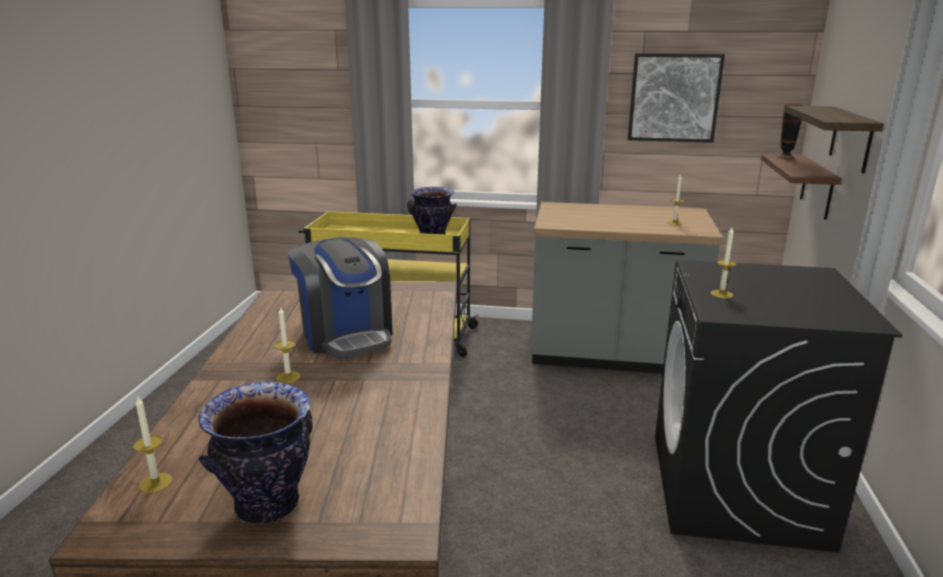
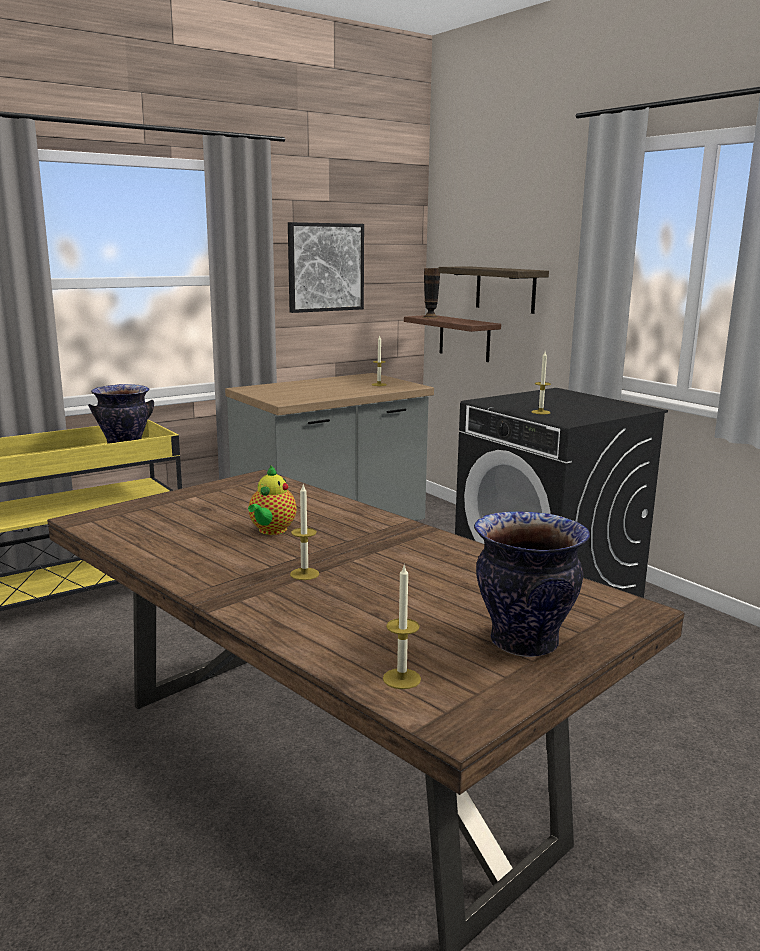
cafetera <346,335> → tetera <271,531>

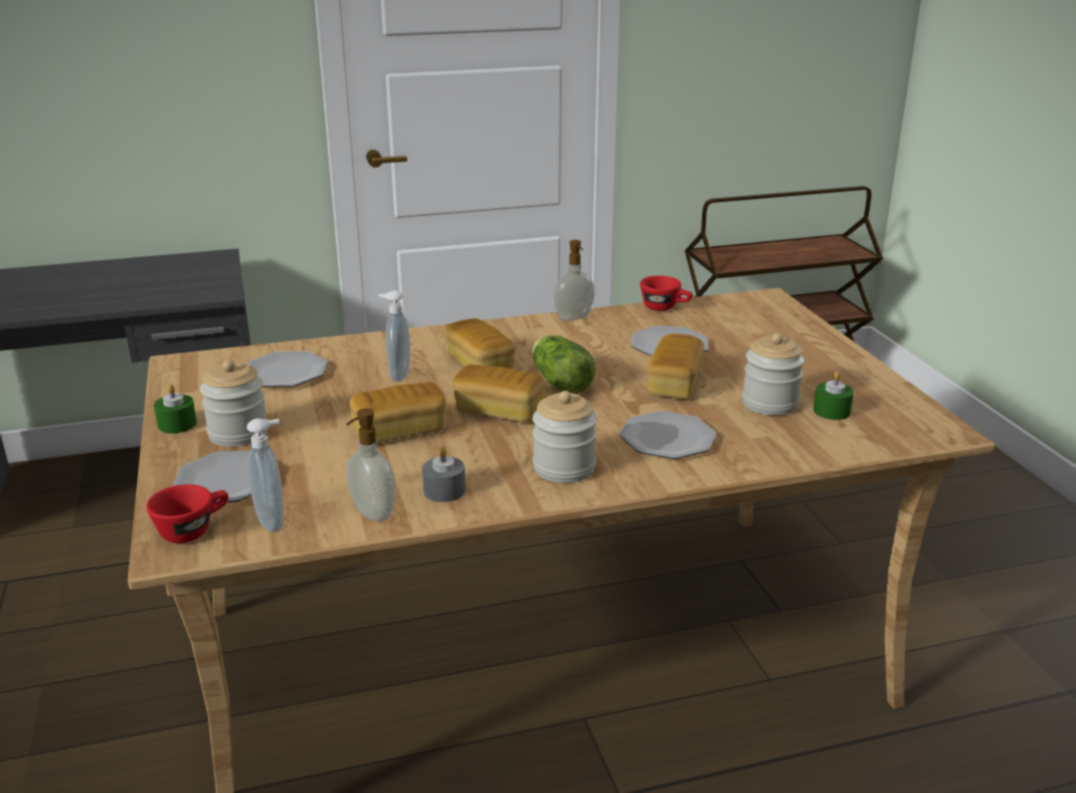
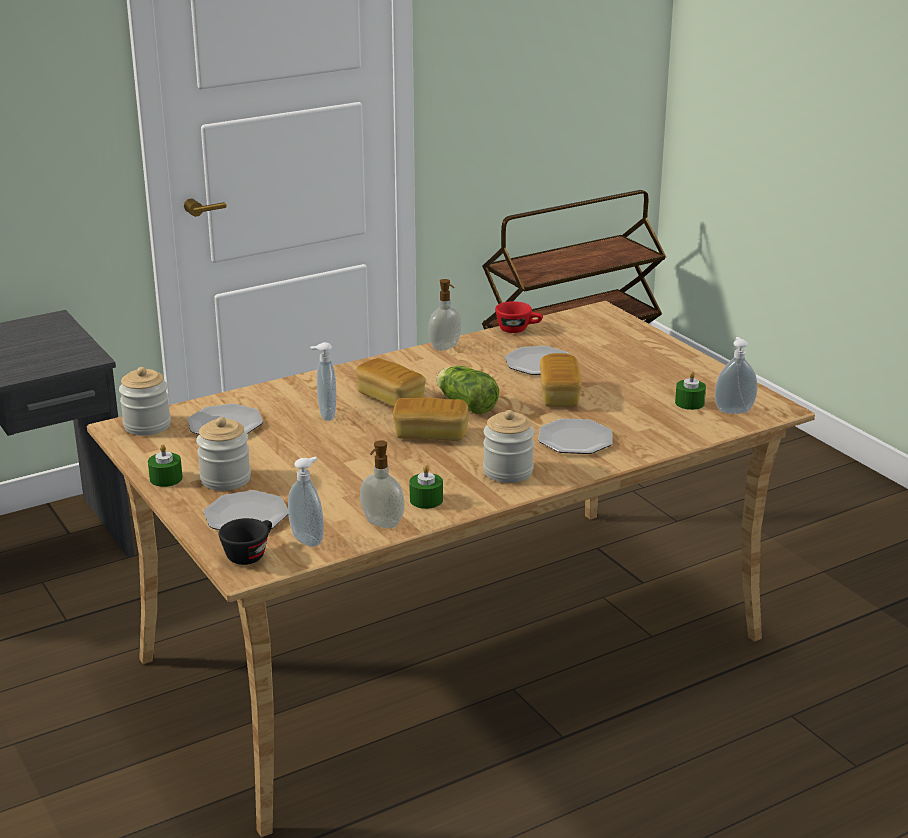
taza [rojo] <193,529> → taza [negro] <249,554>
pan <399,431> → -
vela [gris] <444,490> → vela [verde] <426,500>
tarro <770,403> → tarro <147,425>, move
- → dispensador de jabón <733,410>

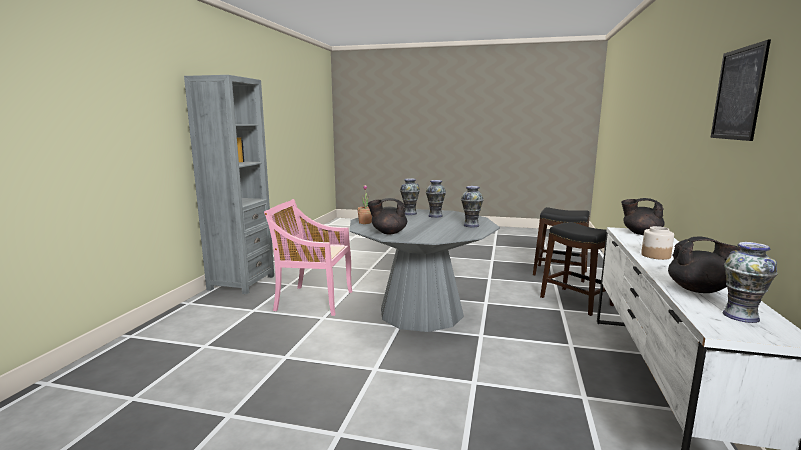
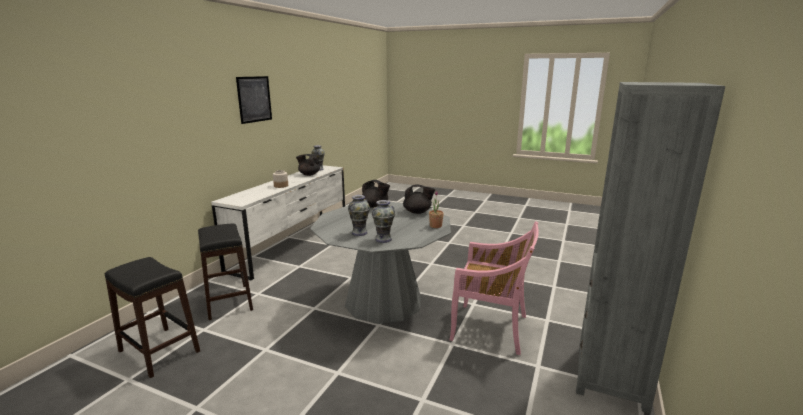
florero <471,225> → -
tetera [negro] <640,233> → tetera [negro] <375,206>, move

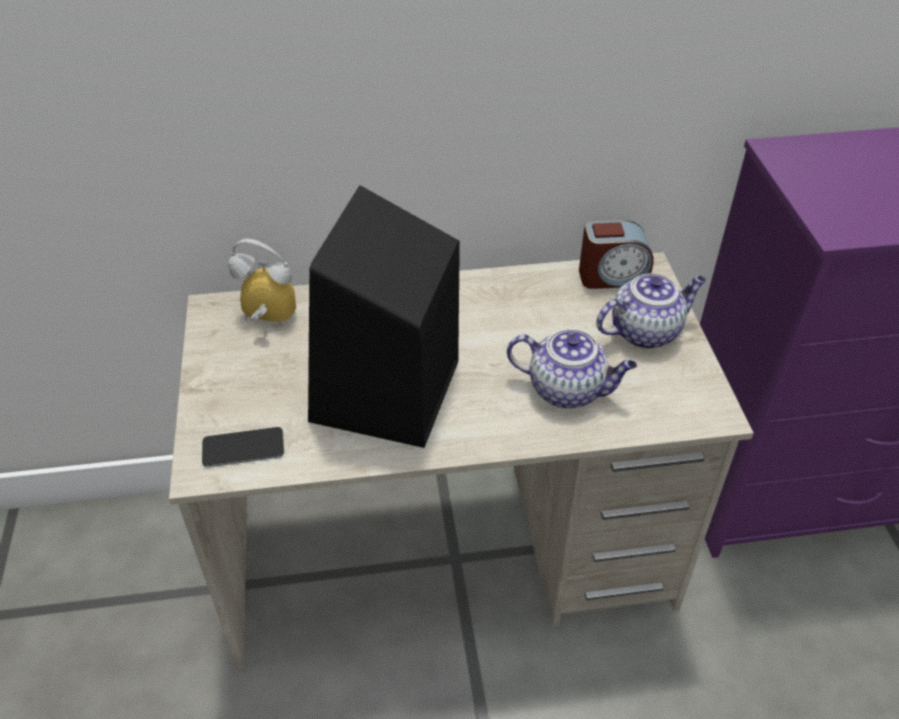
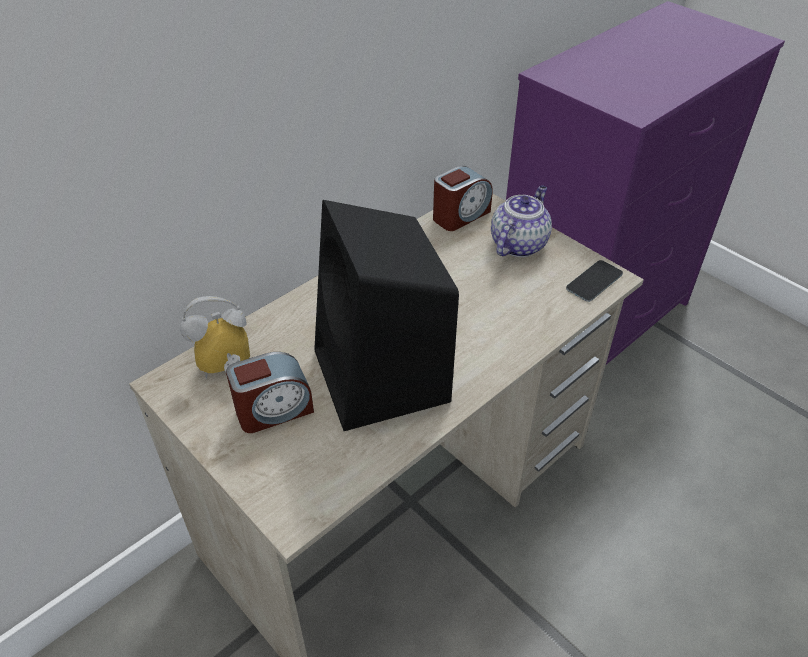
móvil <243,448> → móvil <594,281>, move
tetera <568,390> → -
- → despertador <274,410>

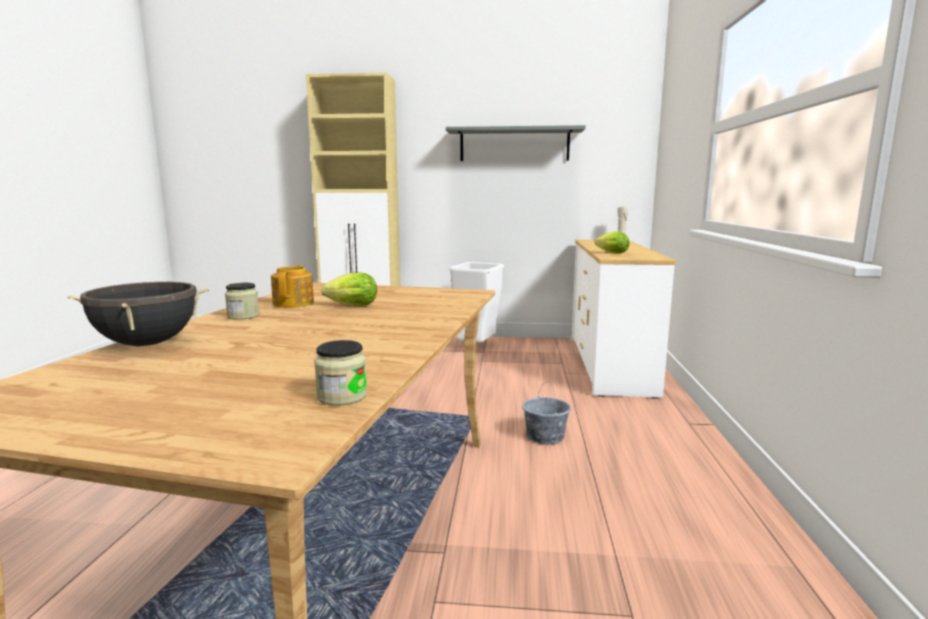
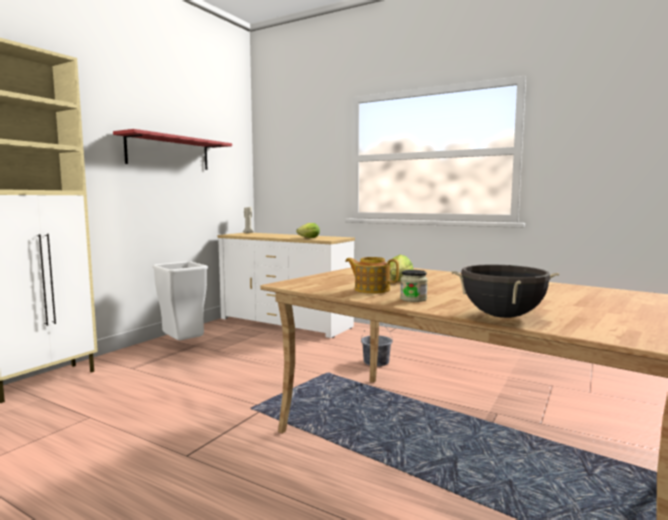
tarro <342,396> → -
estante [gris] <514,145> → estante [rojo] <169,152>

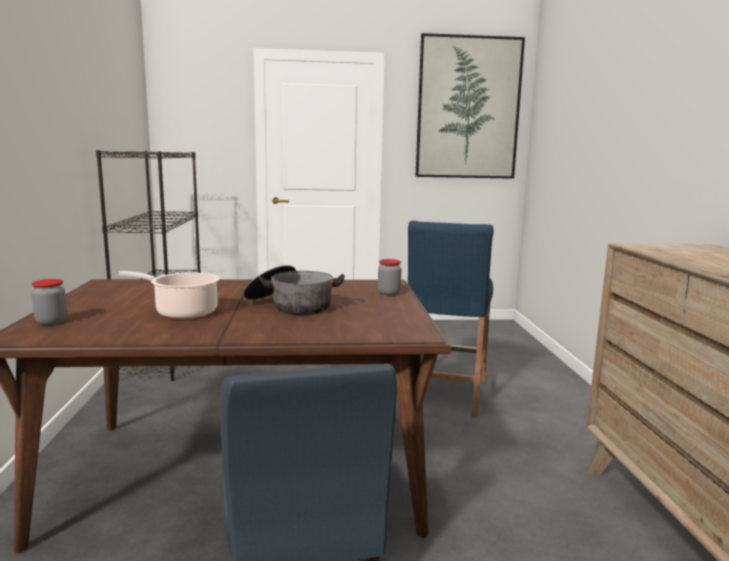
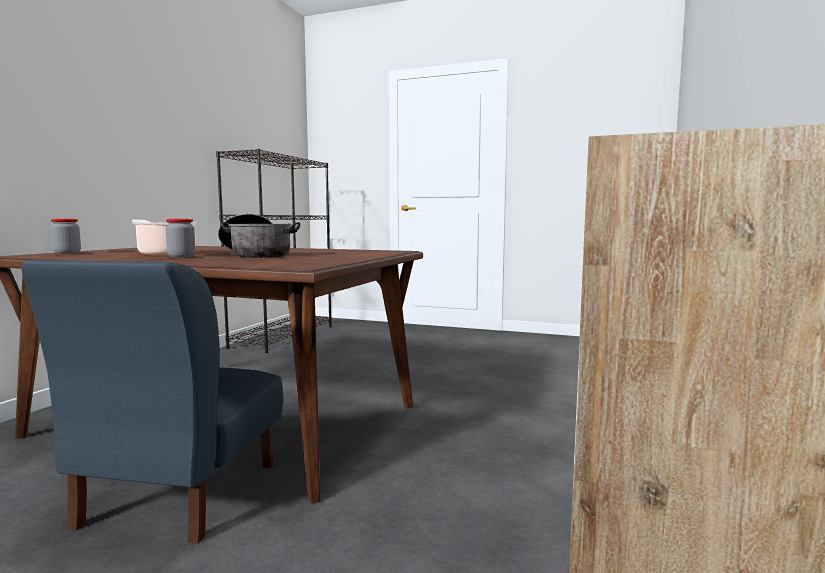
tarro <389,293> → tarro <181,257>, move
taburete [azul] <445,393> → -
cuadro <468,108> → -

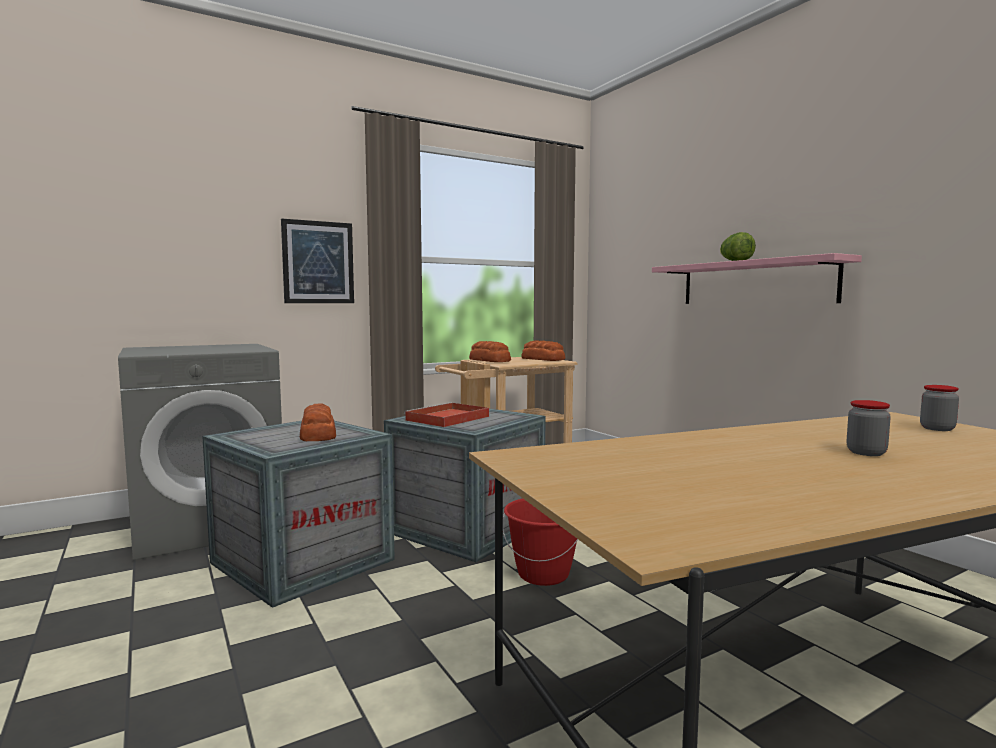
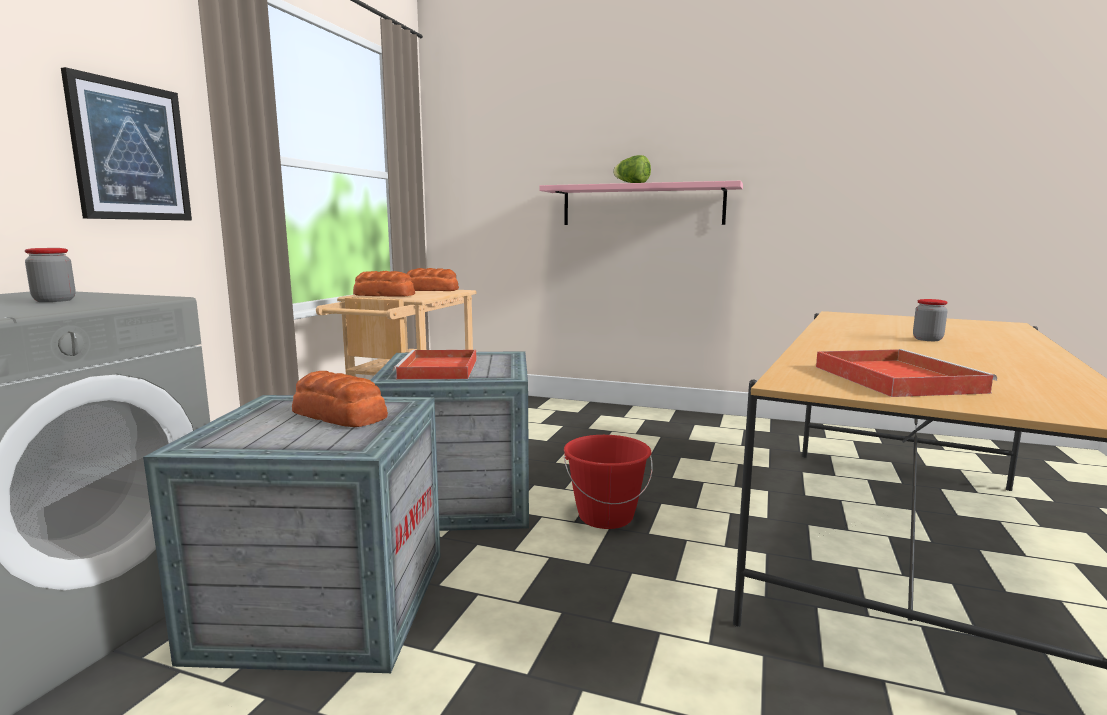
tarro <937,428> → tarro <54,300>, move
- → bandeja [rojo] <893,378>

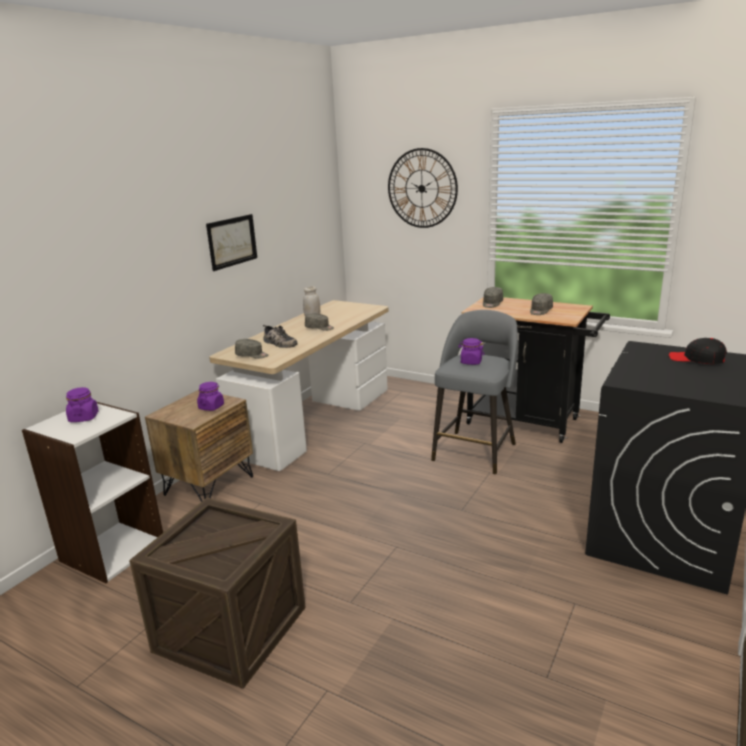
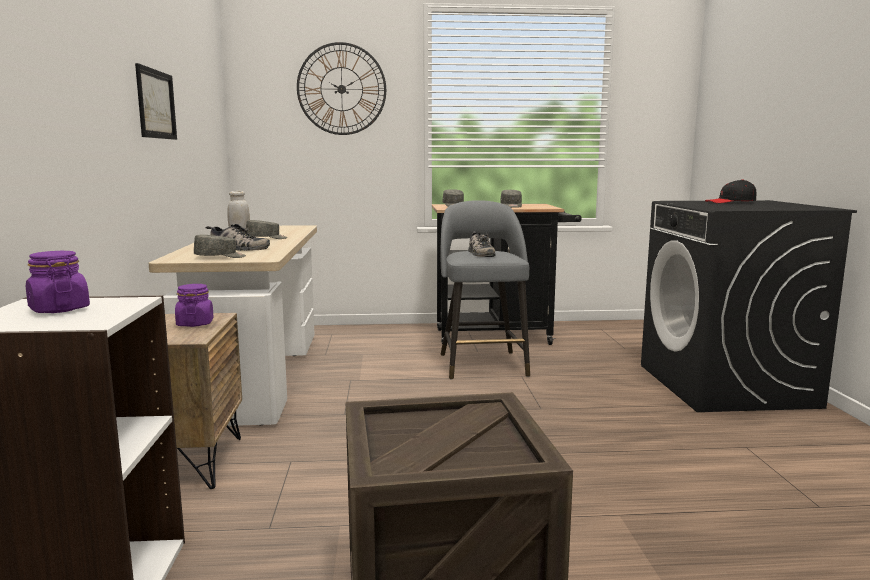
tarro [morado] <471,362> → zapato <479,253>

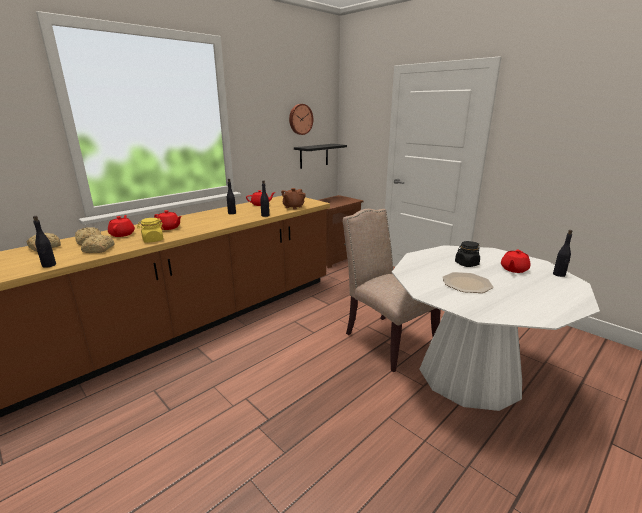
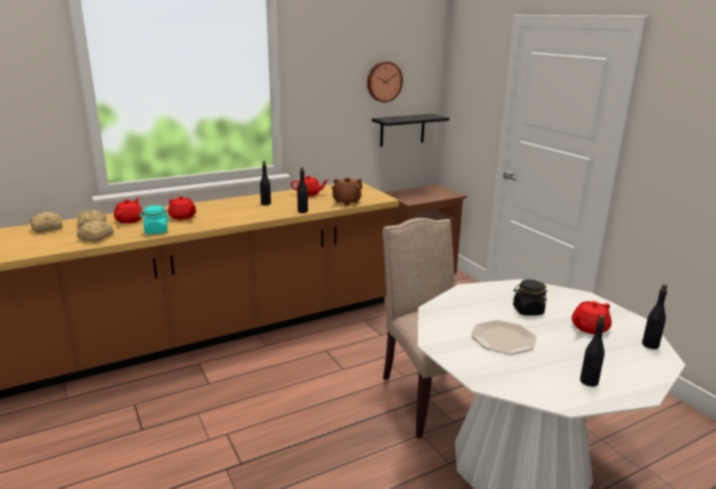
botella [negro] <49,265> → botella [negro] <589,382>, move
tarro [amarillo] <153,240> → tarro [turquesa] <156,231>

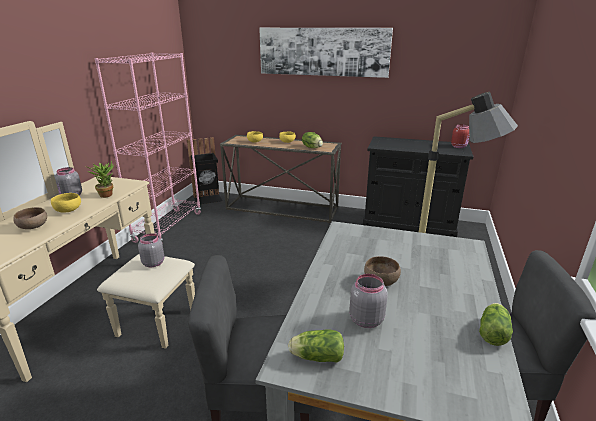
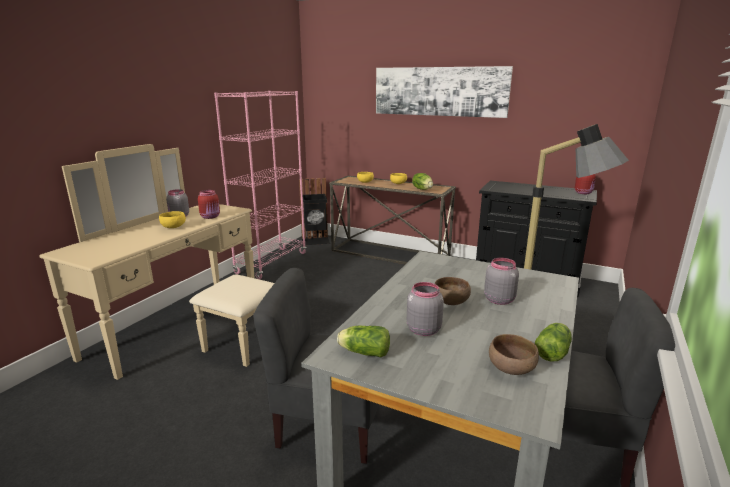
cuenco [marrón] <34,227> → cuenco [marrón] <512,369>, move
planta en maceta <107,194> → tarro [rojo] <211,217>
tarro [gris] <153,263> → tarro [gris] <498,299>, move

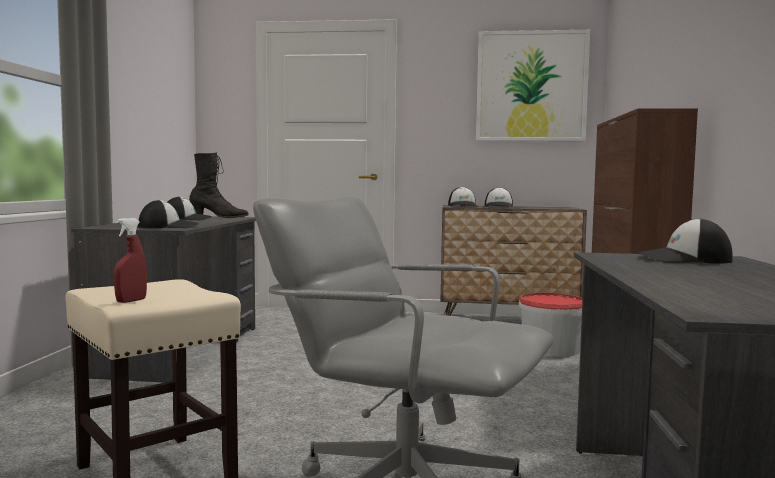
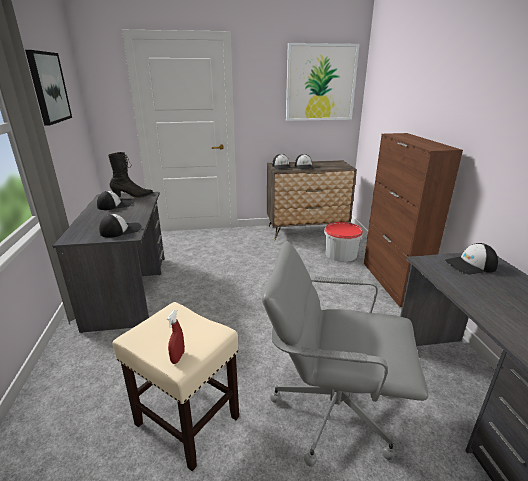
- → cuadro <48,87>

